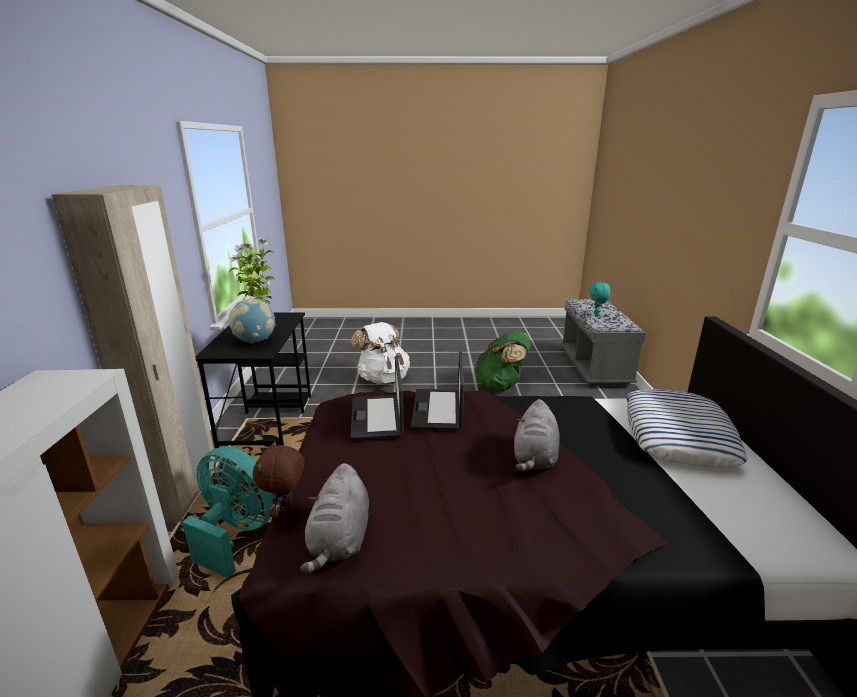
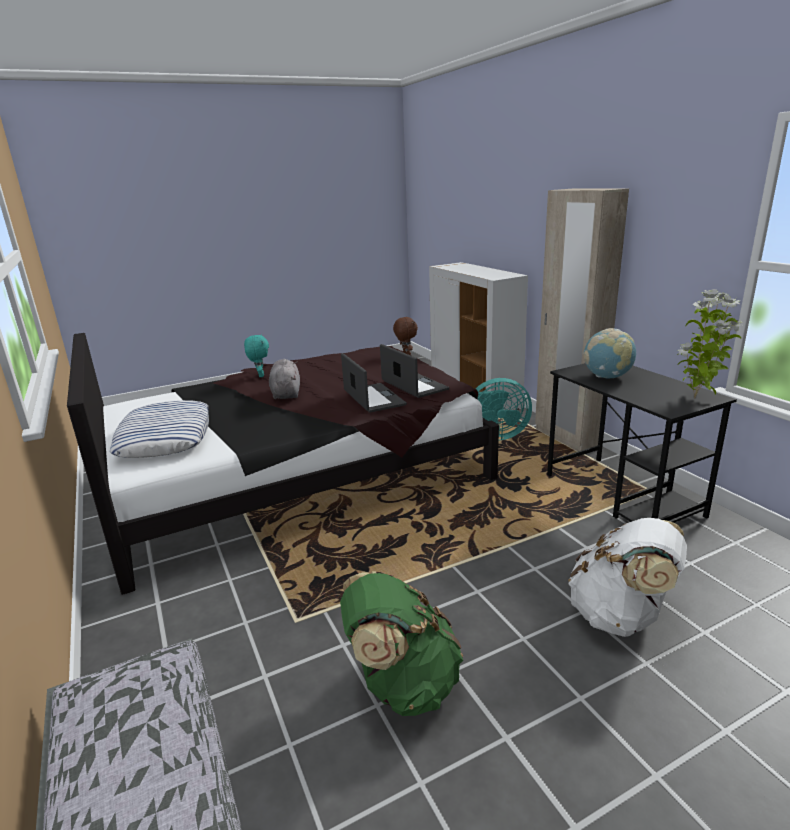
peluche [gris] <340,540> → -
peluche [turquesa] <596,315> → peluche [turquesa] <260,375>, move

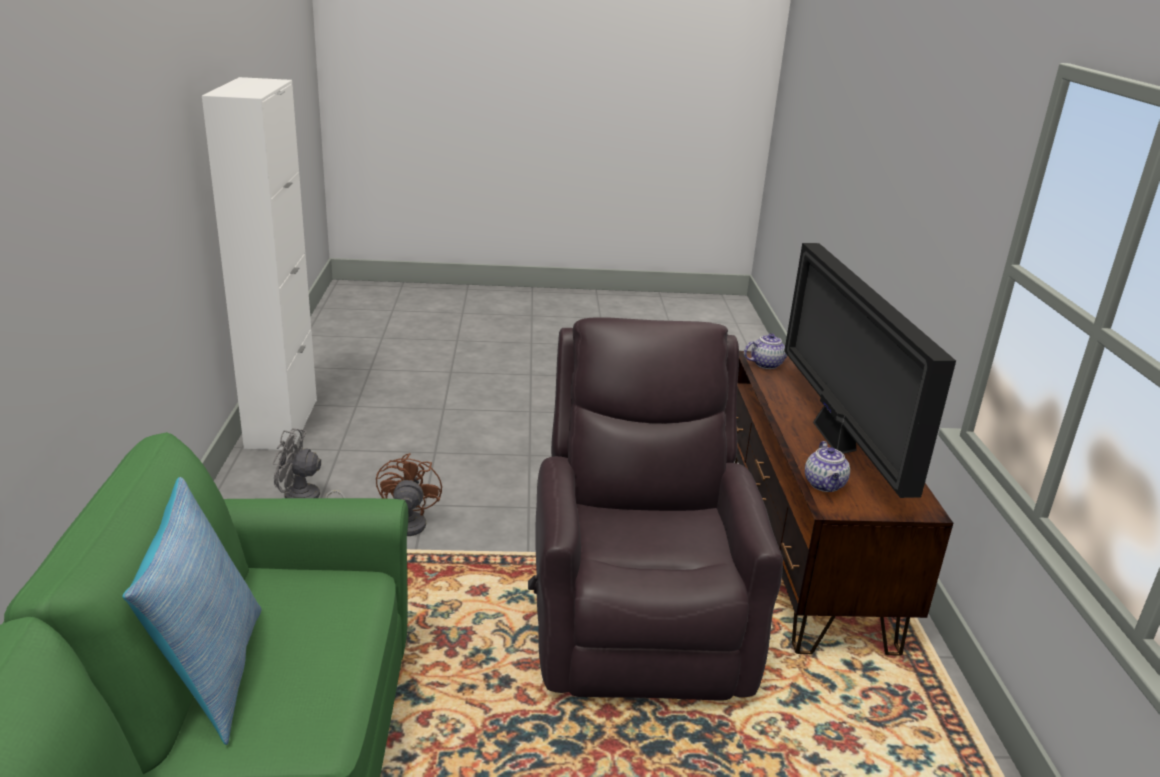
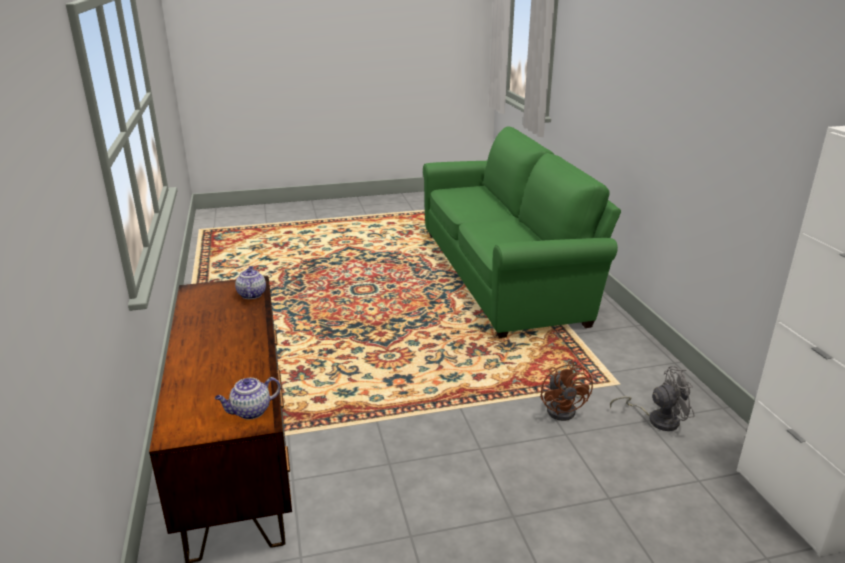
cojín <210,674> → -
sillón [marrón] <638,610> → -
televisor <835,440> → -

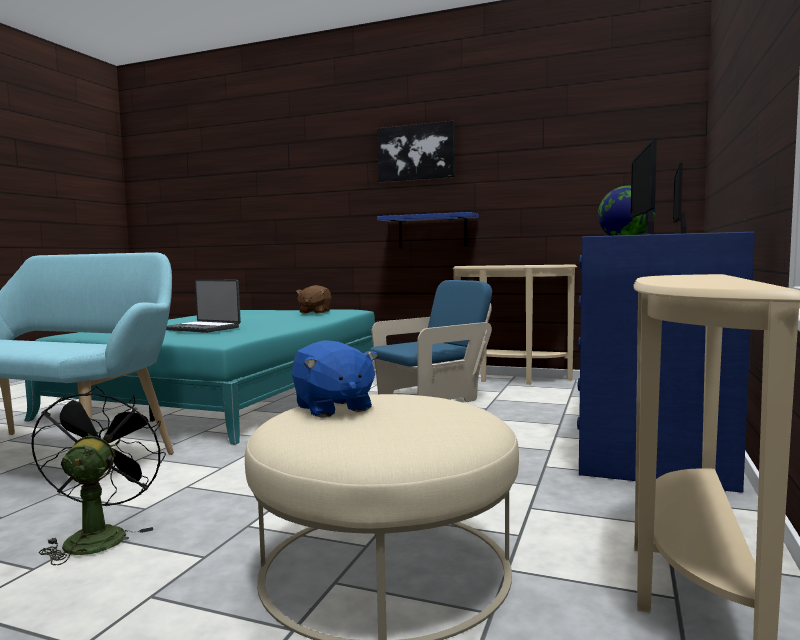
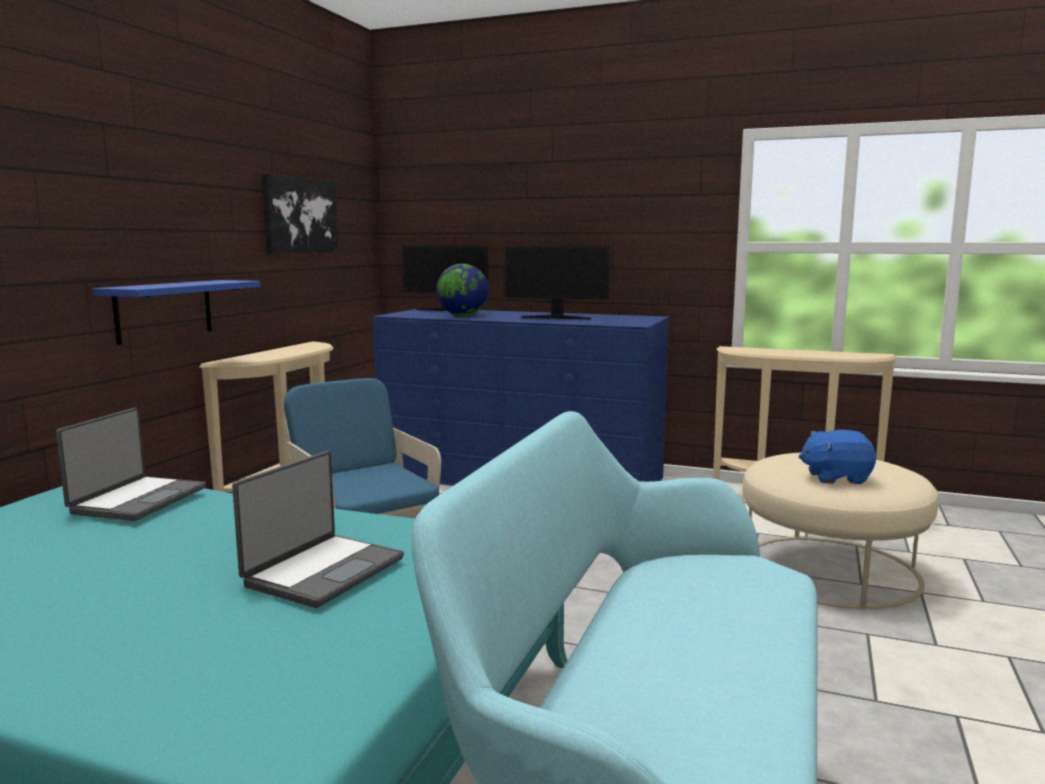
ventilador [negro] <98,536> → -
peluche [azul] <332,408> → peluche [azul] <835,478>, 150 degrees counterclockwise
peluche [marrón] <314,312> → portátil <137,500>
cuadro <416,152> → cuadro <299,215>, move

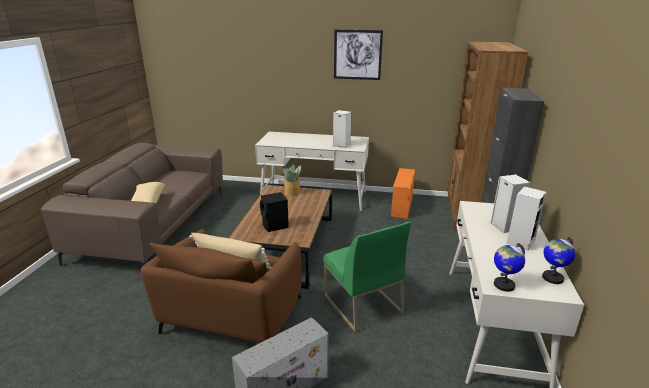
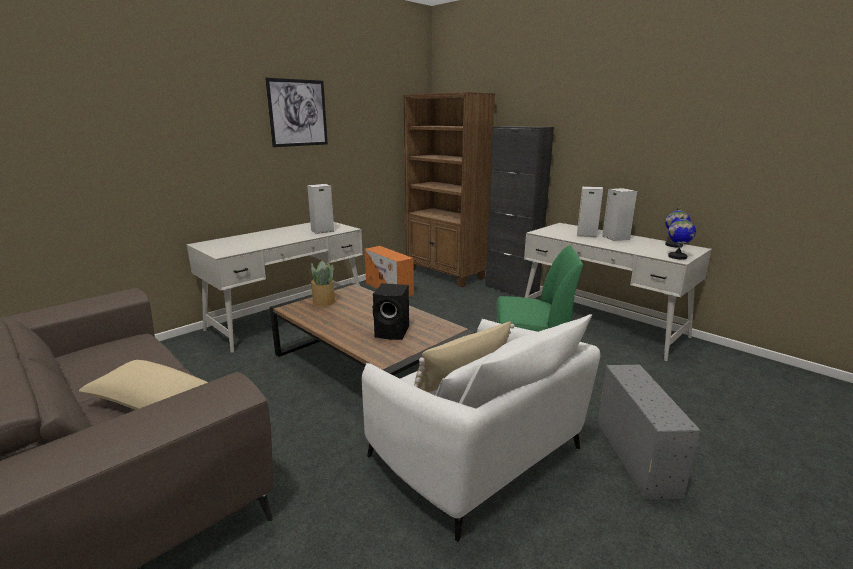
sillón [marrón] <232,316> → sillón [blanco] <476,455>

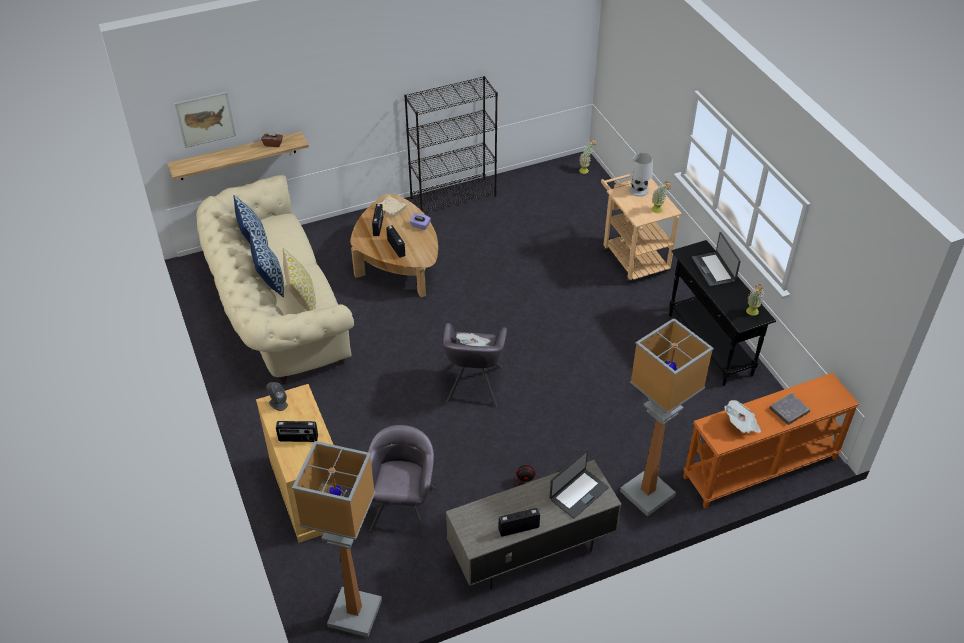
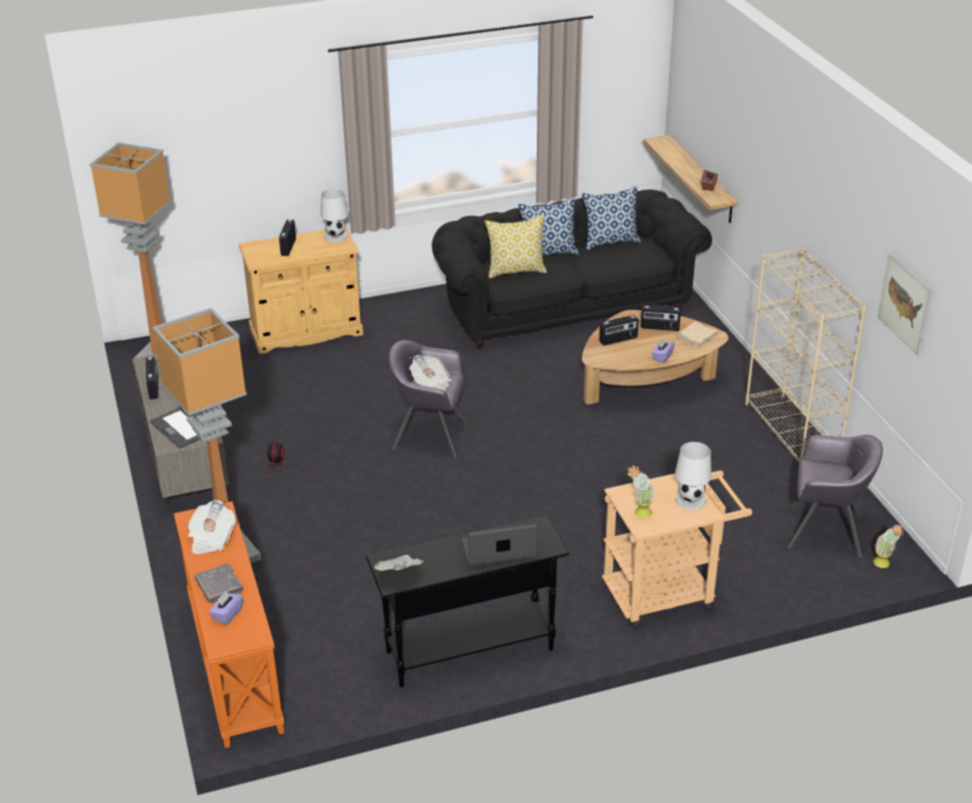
cuadro <205,119> → cuadro <905,303>, move
sofá [beis] <276,312> → sofá [negro] <564,306>
altavoz [gris] <278,403> → lámpara de mesa [blanco] <336,236>
sillón [gris] <403,507> → sillón [gris] <826,531>, move
estantería [negro] <453,196> → estantería [beis] <792,431>
planta en maceta <752,313> → periódico <399,573>
- → caja de pañuelos [morado] <227,614>

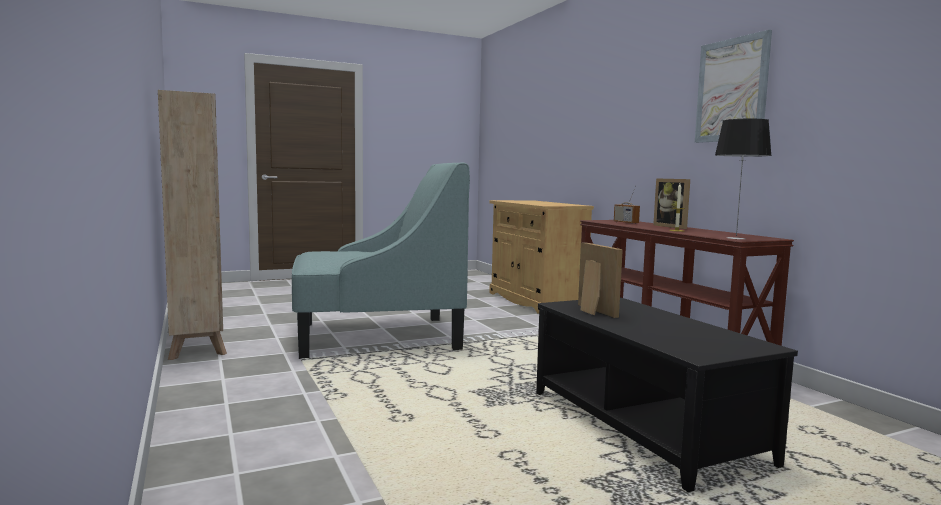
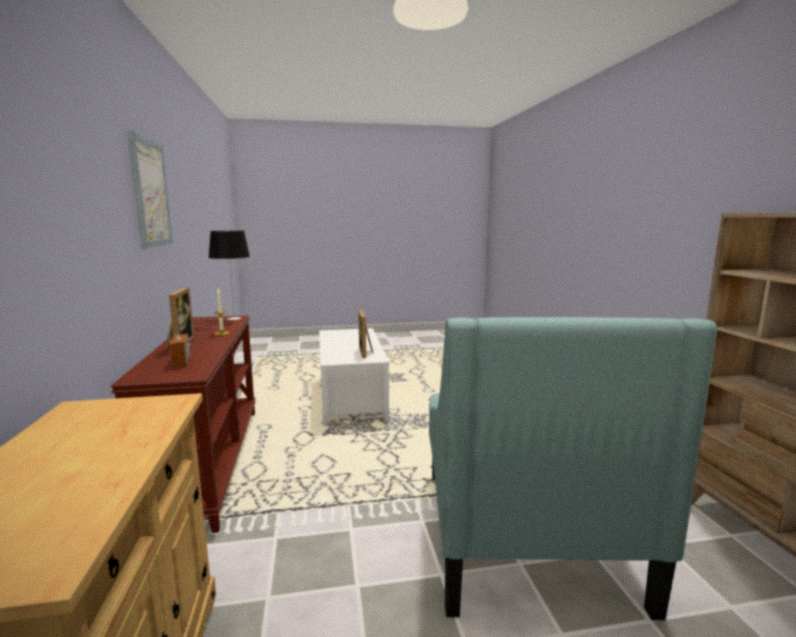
sillón [turquesa] <376,336> → sillón [turquesa] <522,531>, 90 degrees counterclockwise
mesa de centro [negro] <641,426> → mesa de centro [blanco] <352,397>

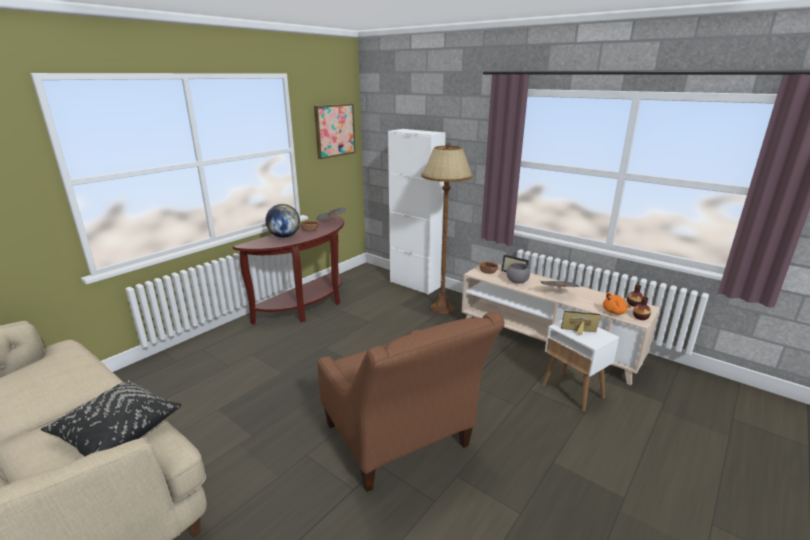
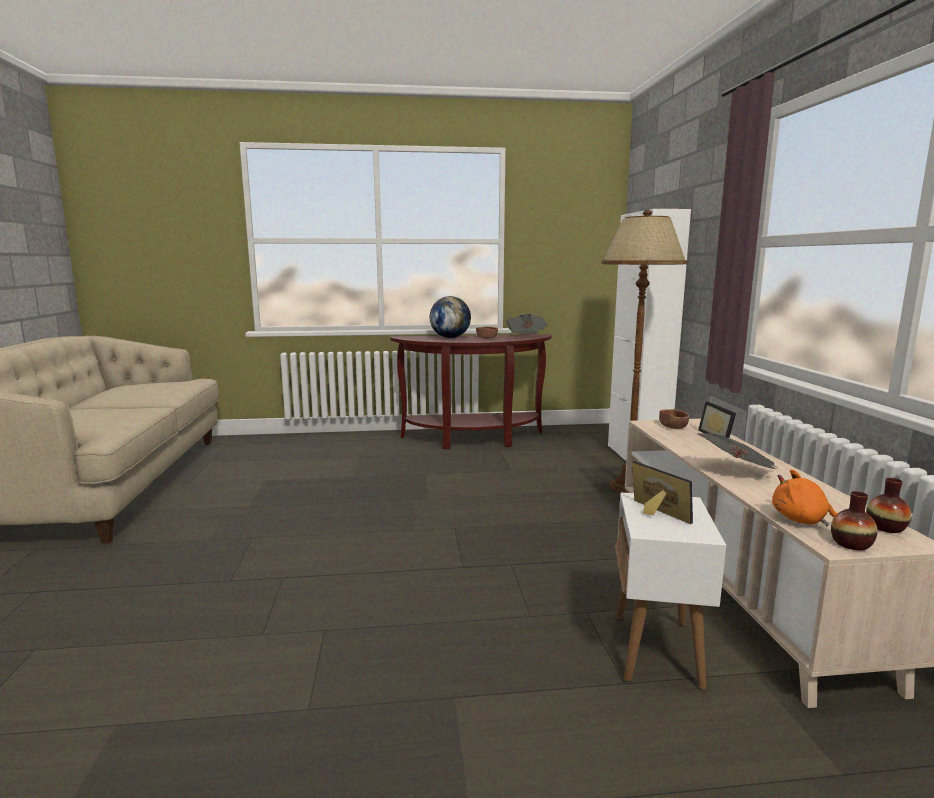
cojín [negro] <117,431> → -
cuadro <334,130> → -
sillón [marrón] <401,442> → -
cuenco [gris] <517,282> → -

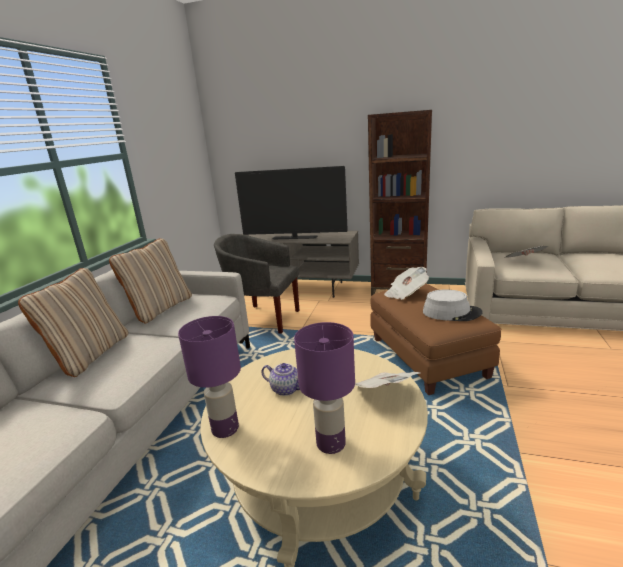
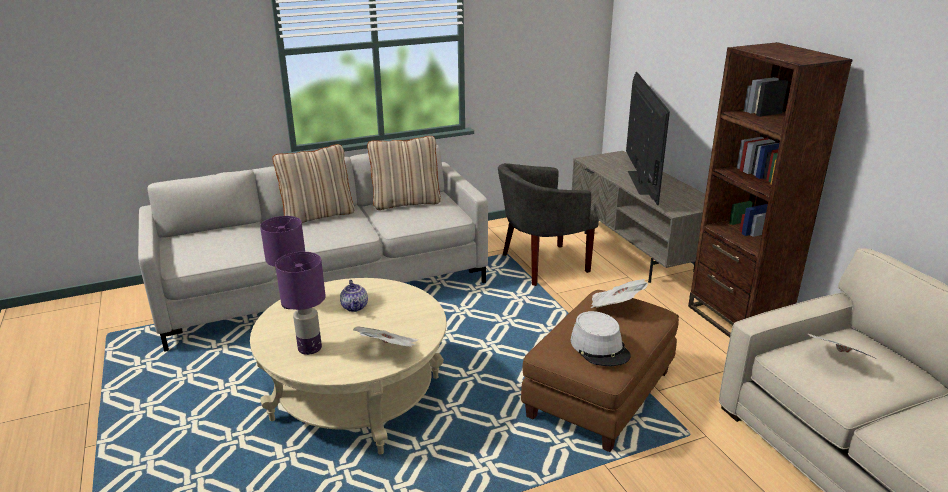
sillón [gris] <263,319> → sillón [gris] <542,264>, 90 degrees counterclockwise
televisor <294,238> → televisor <639,183>, 150 degrees counterclockwise

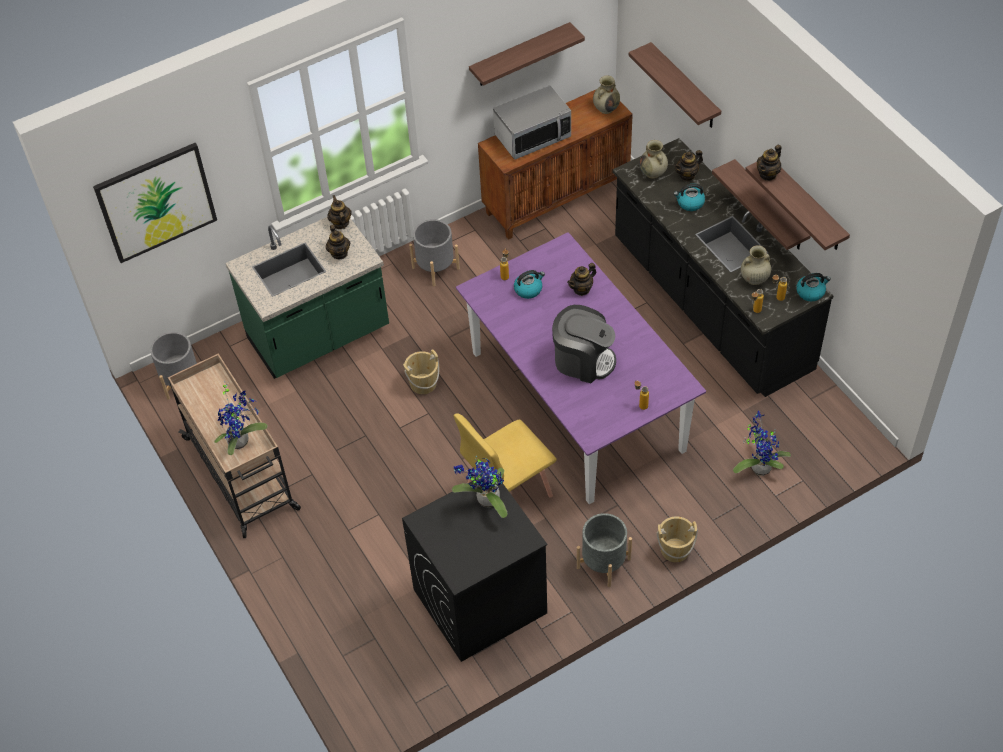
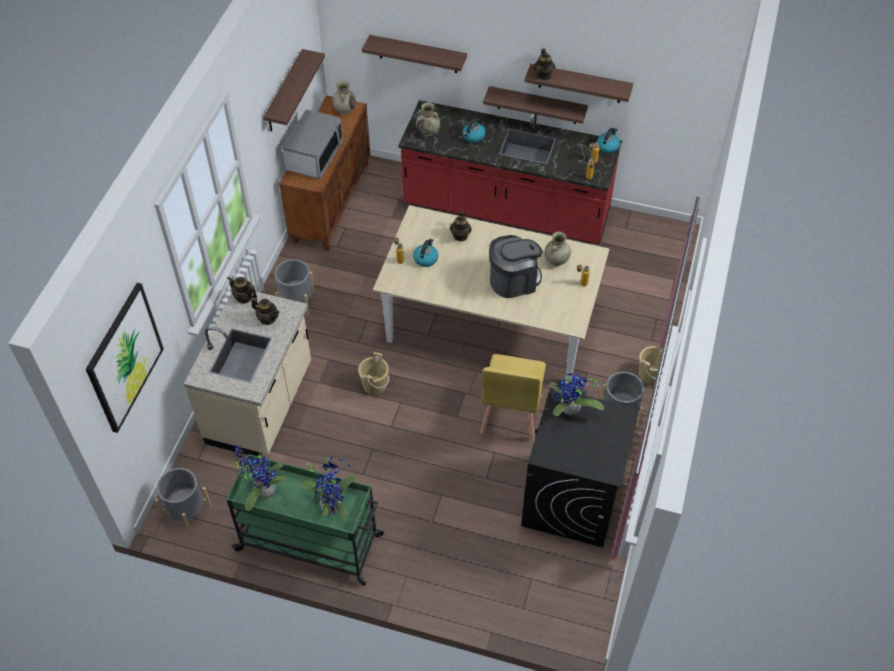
carrito [beis] <241,475> → carrito [verde] <311,543>
mueble bajo de cocina [verde] <319,336> → mueble bajo de cocina [beis] <261,405>
mesa de comedor [morado] <577,401> → mesa de comedor [beis] <490,325>
mueble bajo de cocina [negro] <710,305> → mueble bajo de cocina [rojo] <506,210>
tetera <687,175> → -
planta en maceta <759,466> → planta en maceta <262,490>, move
florero [beis] <754,279> → florero [beis] <556,261>, move

